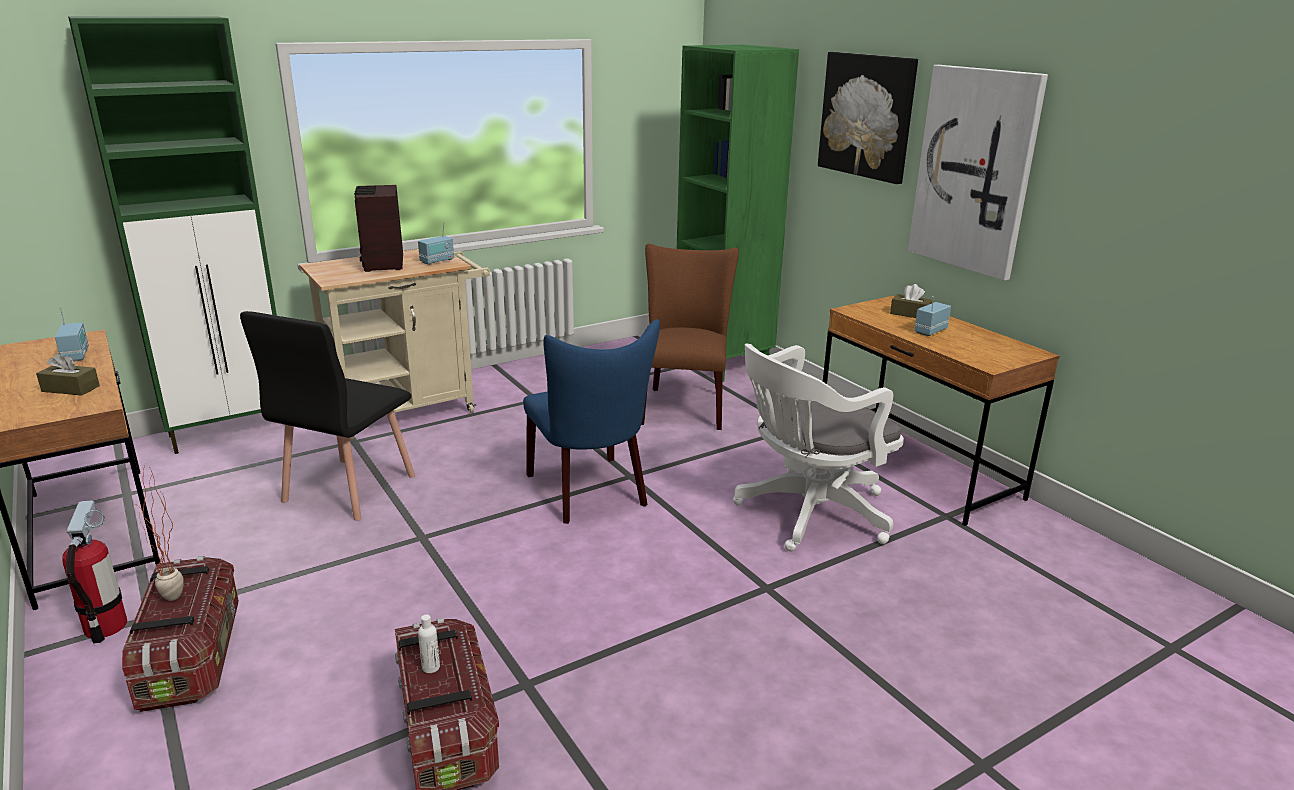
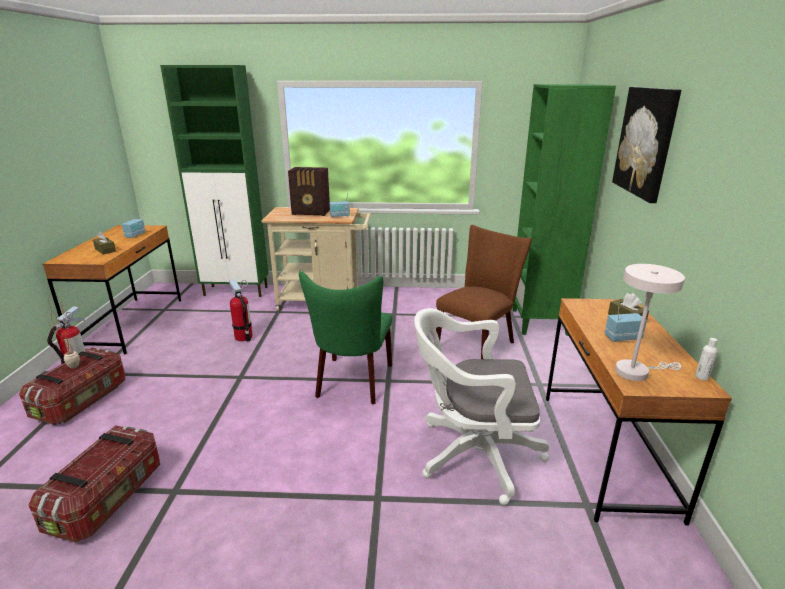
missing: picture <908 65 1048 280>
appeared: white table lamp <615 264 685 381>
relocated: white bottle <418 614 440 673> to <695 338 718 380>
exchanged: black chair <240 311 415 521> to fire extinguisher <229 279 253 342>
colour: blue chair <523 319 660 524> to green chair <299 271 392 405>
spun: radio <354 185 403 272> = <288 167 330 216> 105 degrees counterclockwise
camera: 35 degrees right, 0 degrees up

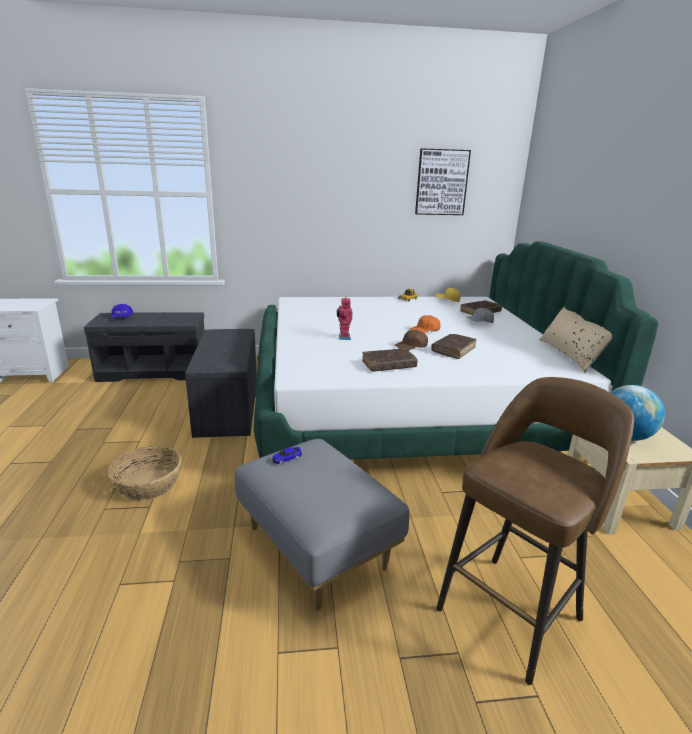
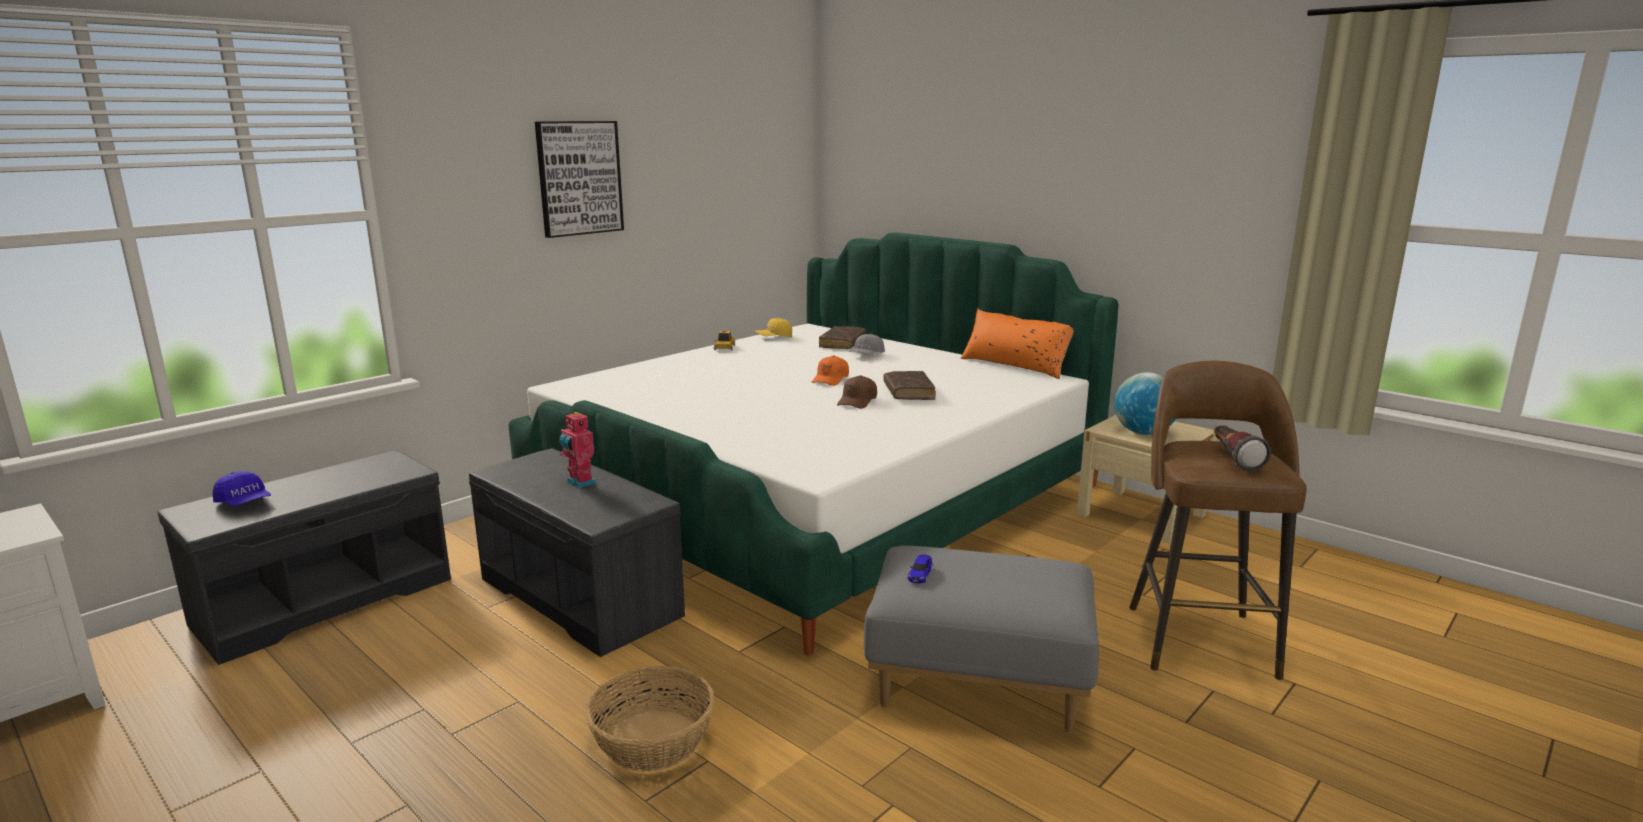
missing: brown book <362 349 418 371>
appeared: flashlight <1214 425 1271 472>
relocated: toy robot <336 297 353 340> to <559 411 596 488>; picture <415 148 471 215> to <535 121 624 238>
colour: beige pillow <539 307 612 373> to orange pillow <960 309 1074 379>
camera: 40 degrees left, 5 degrees down

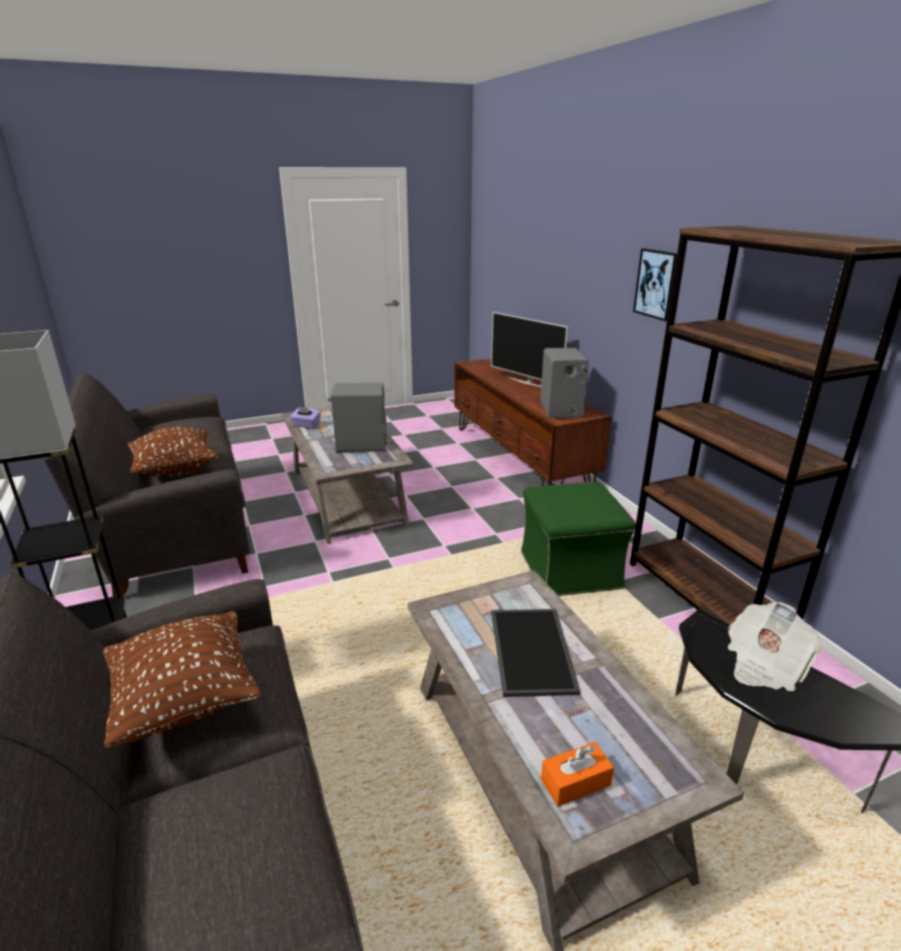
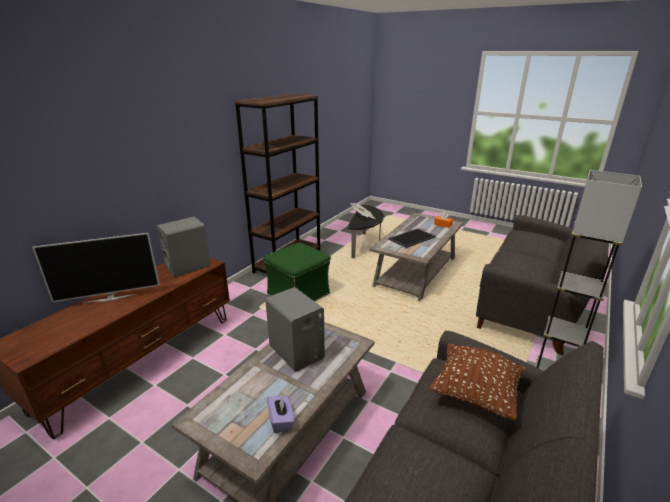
missing: brown pillow <103 611 261 748>; picture <633 248 677 321>
spun: television <491 312 568 387> = <32 233 160 303> 60 degrees clockwise
camera: 125 degrees left, 0 degrees up

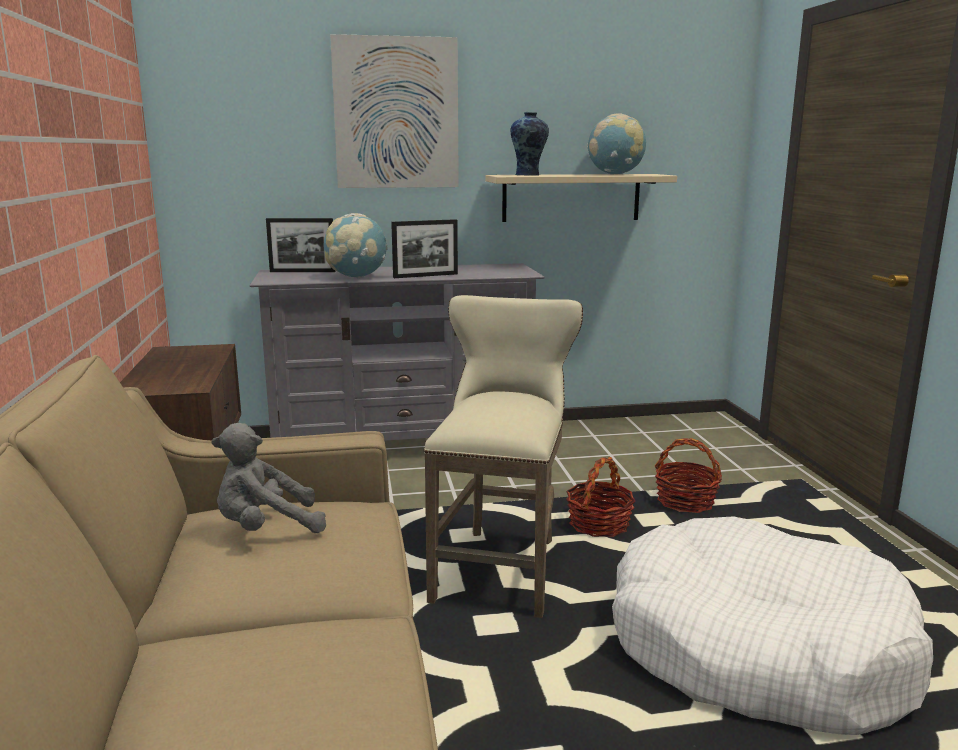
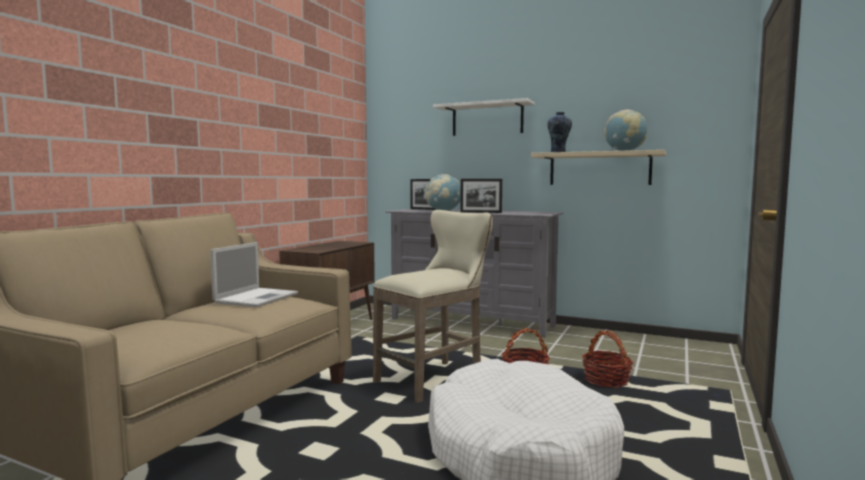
exchanged: grey plush toy <211 423 326 533> to laptop <210 242 298 308>; picture <330 34 459 188> to white shelf <433 98 535 136>
camera: 35 degrees right, 10 degrees down

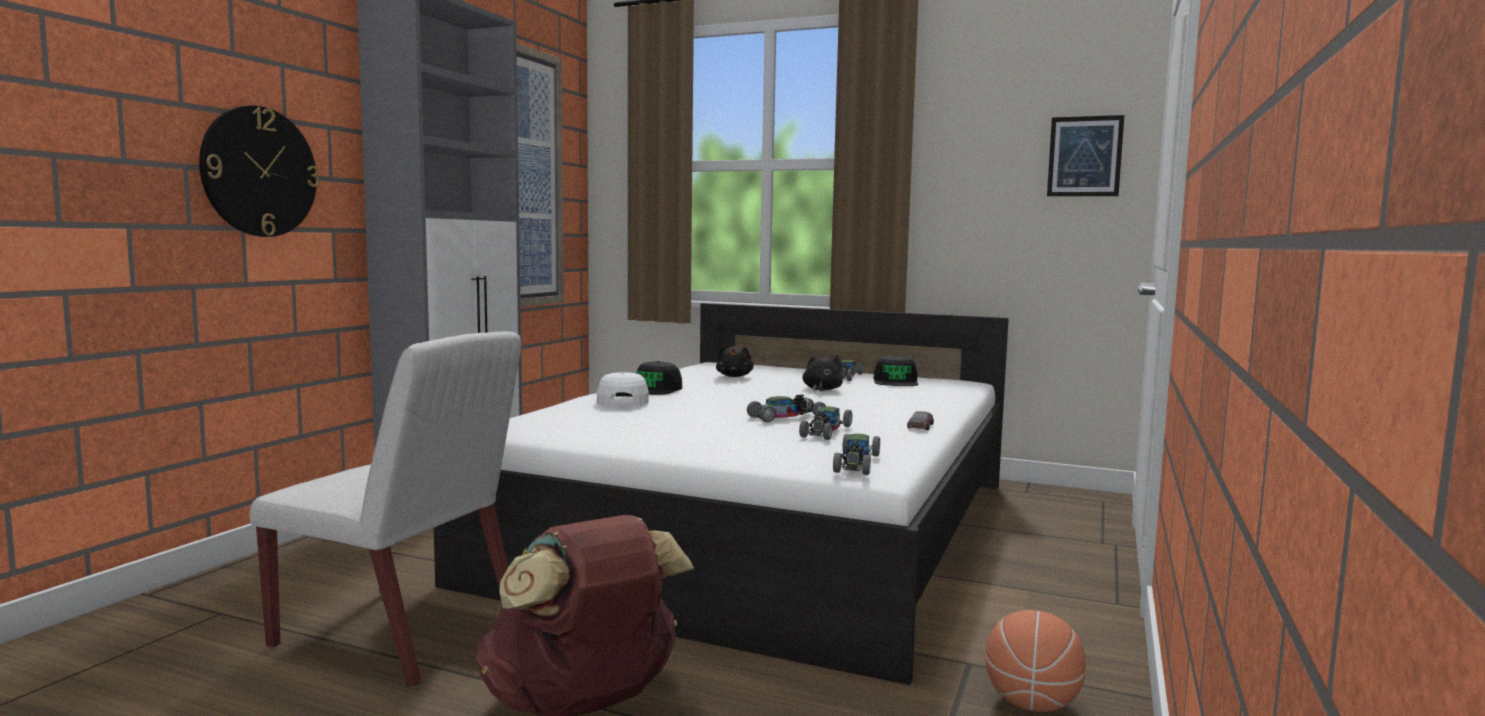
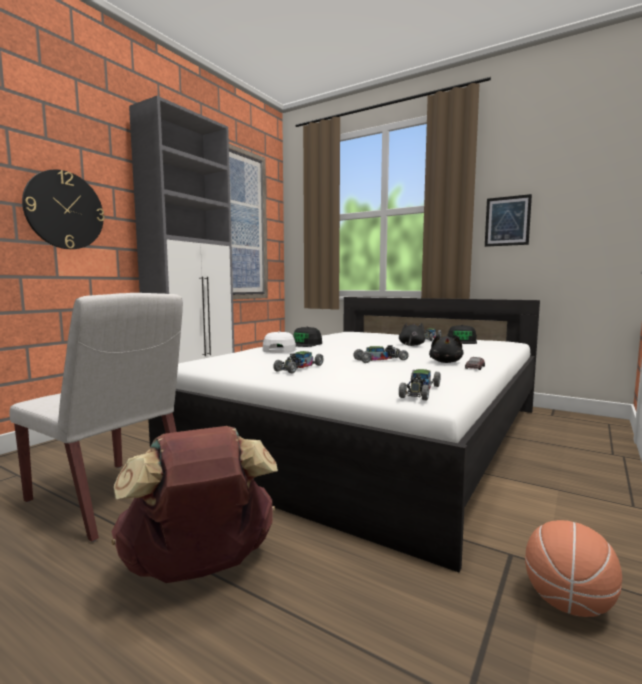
relocated: black plush toy <716 345 754 377> to <429 335 463 363>; toy car <799 406 852 440> to <273 351 324 373>; picture <1047 115 1124 196> to <485 194 532 247>
camera: 10 degrees right, 0 degrees up

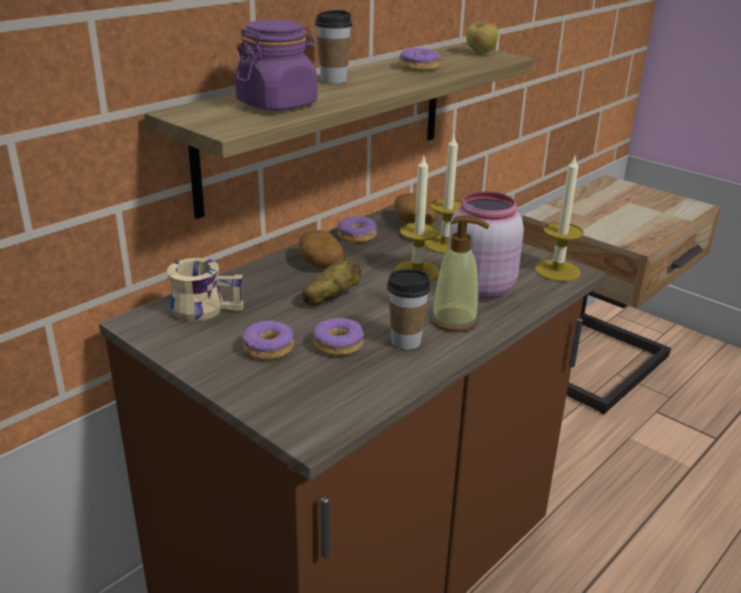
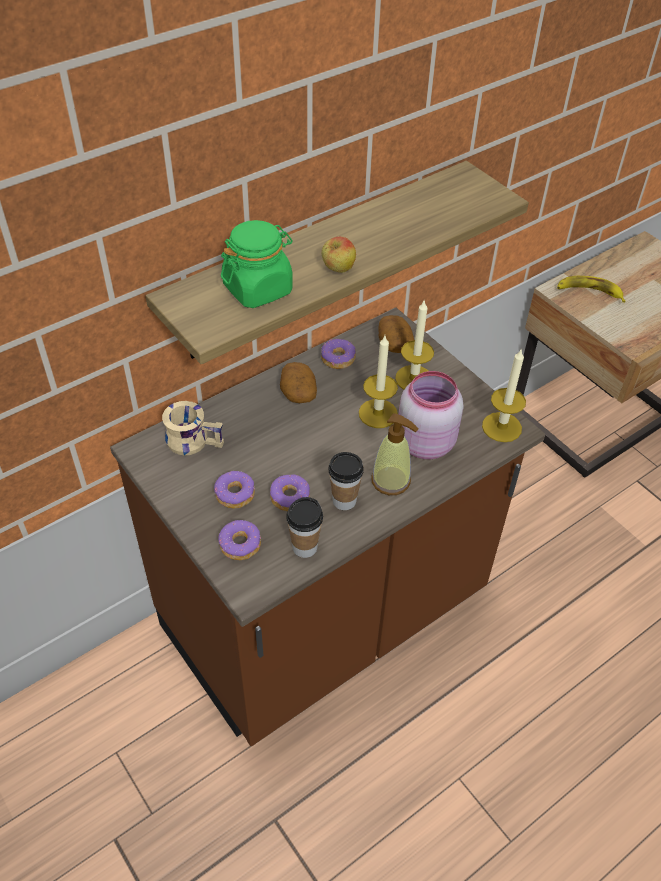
missing: potato <302 259 361 305>
appeared: banana <557 276 626 303>
relocated: cup <315 10 352 84> to <286 497 323 558>; donut <399 48 441 71> to <218 520 261 560>; apple <466 20 498 54> to <321 237 356 273>
colour: purple jar <235 19 318 110> to green jar <221 220 293 308>
camera: 10 degrees right, 20 degrees up

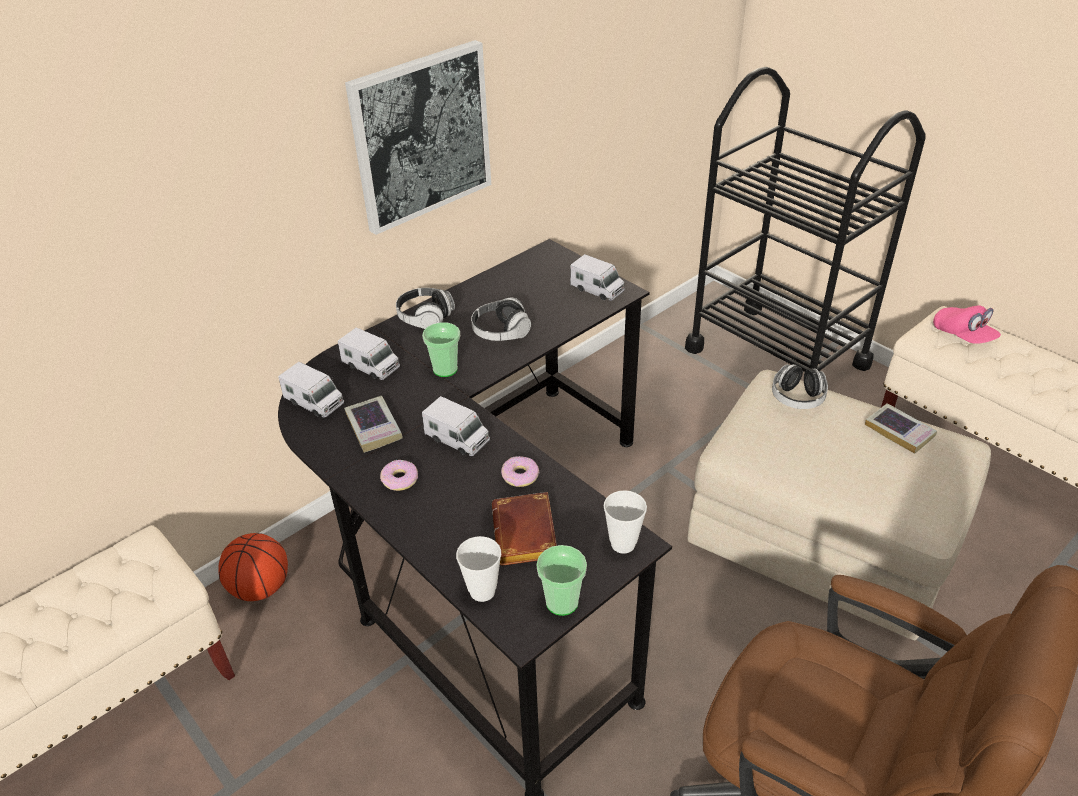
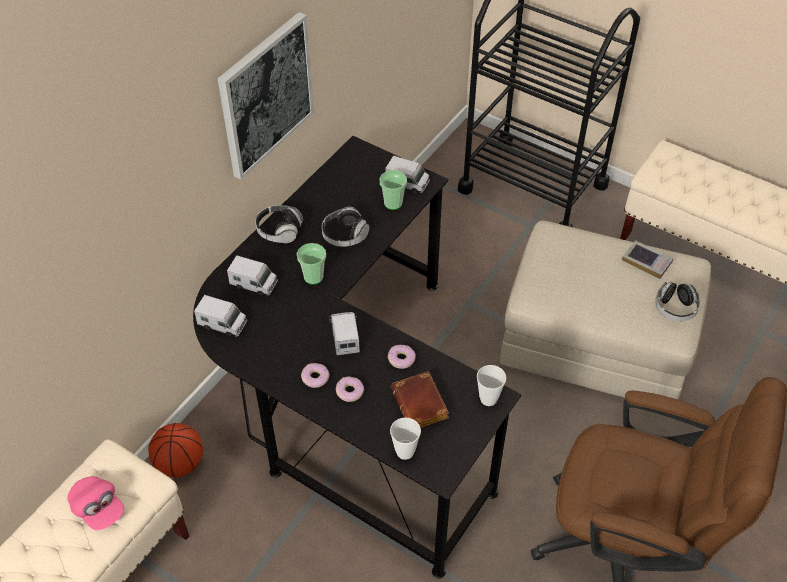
missing: book <344 396 403 453>
appeared: donut <336 377 364 402>
relocated: cup <537 545 587 616> to <380 170 407 210>; headphones <772 364 828 409> to <655 282 700 321>; pink cap <933 305 1001 344> to <67 476 124 530>
spun: toy truck <422 396 490 456> = <329 312 360 355> 120 degrees counterclockwise
camera: 15 degrees left, 10 degrees up

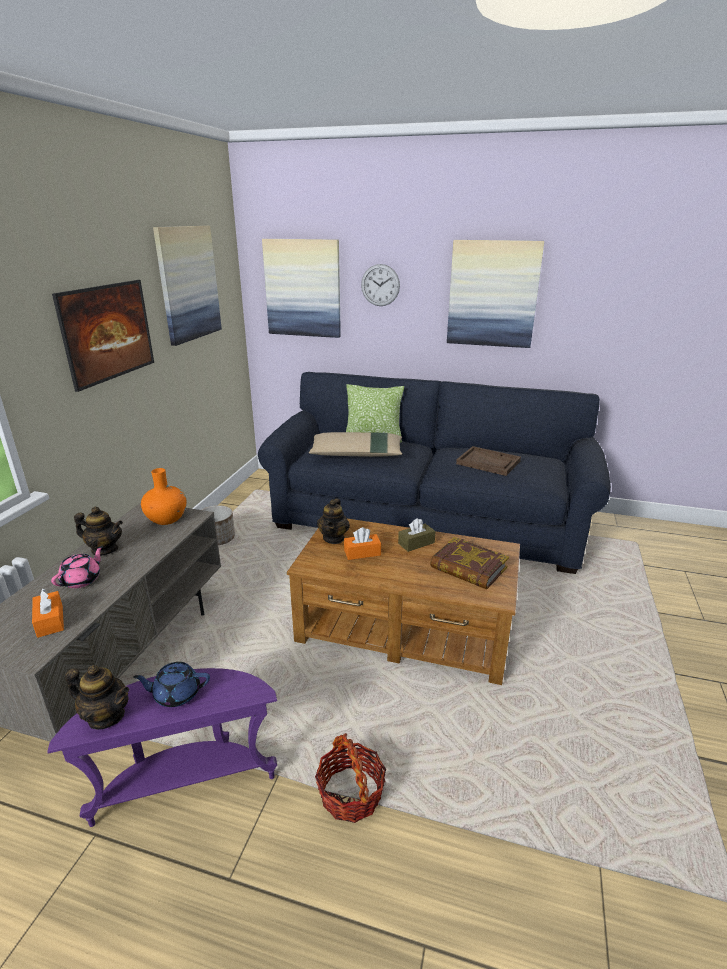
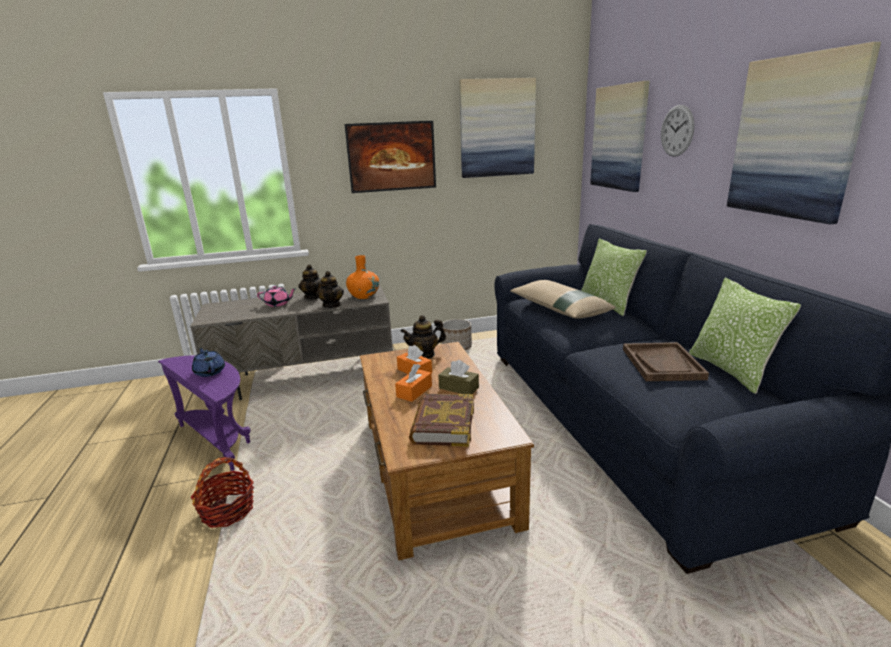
appeared: pillow <689 278 801 394>
relocated: orange tissue box <32 589 64 638> to <395 364 432 402>; teapot <65 665 129 730> to <316 271 344 308>
camera: 60 degrees right, 5 degrees down

